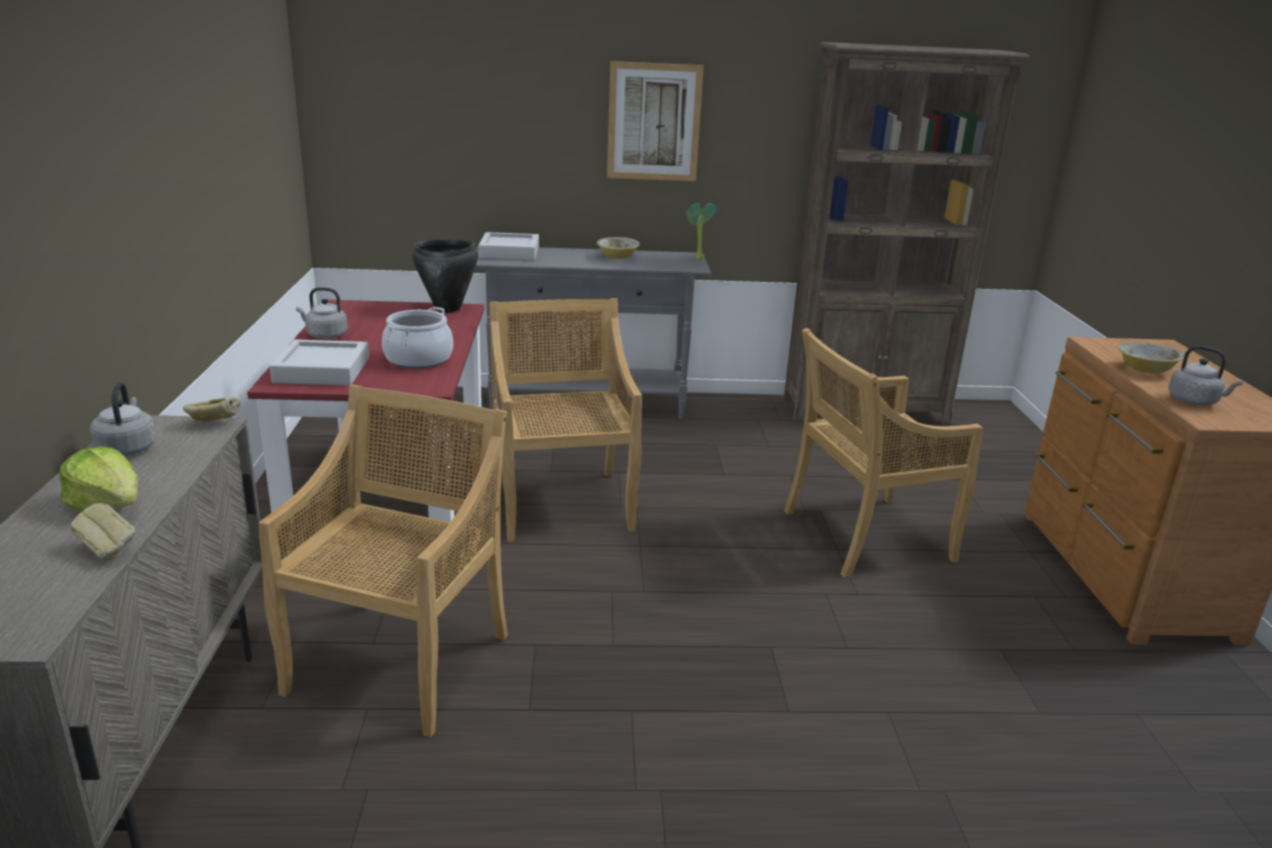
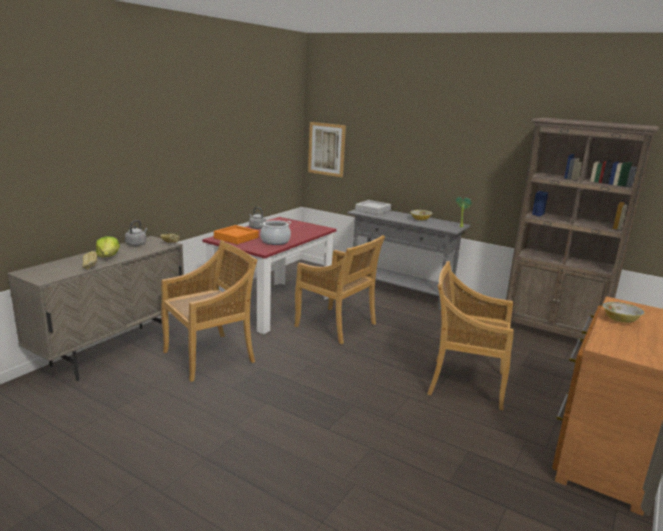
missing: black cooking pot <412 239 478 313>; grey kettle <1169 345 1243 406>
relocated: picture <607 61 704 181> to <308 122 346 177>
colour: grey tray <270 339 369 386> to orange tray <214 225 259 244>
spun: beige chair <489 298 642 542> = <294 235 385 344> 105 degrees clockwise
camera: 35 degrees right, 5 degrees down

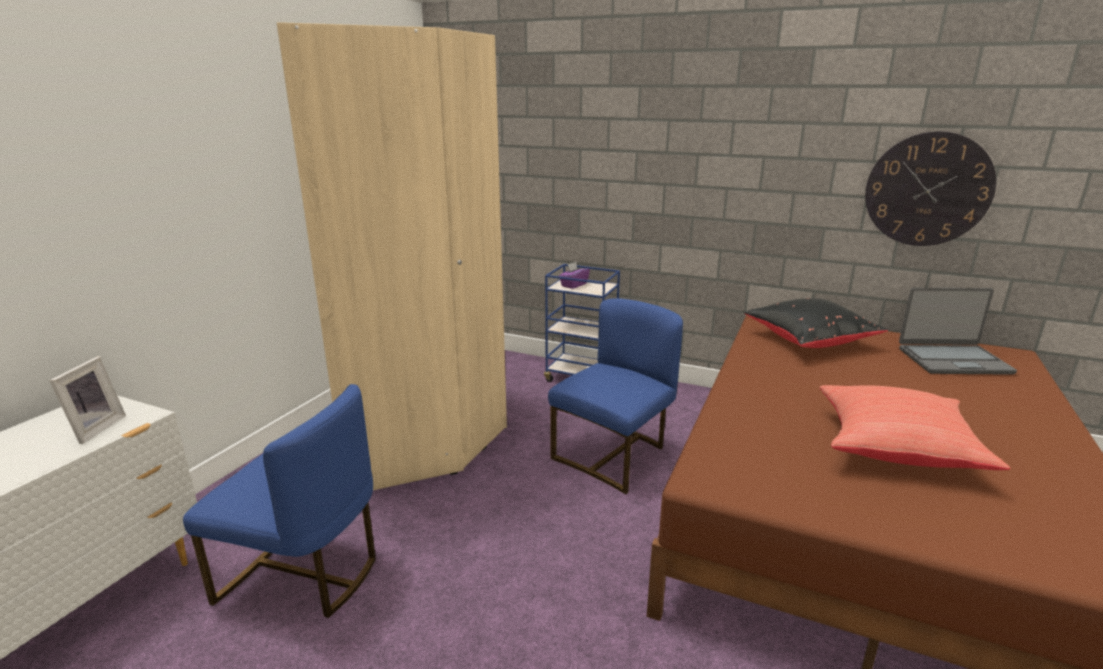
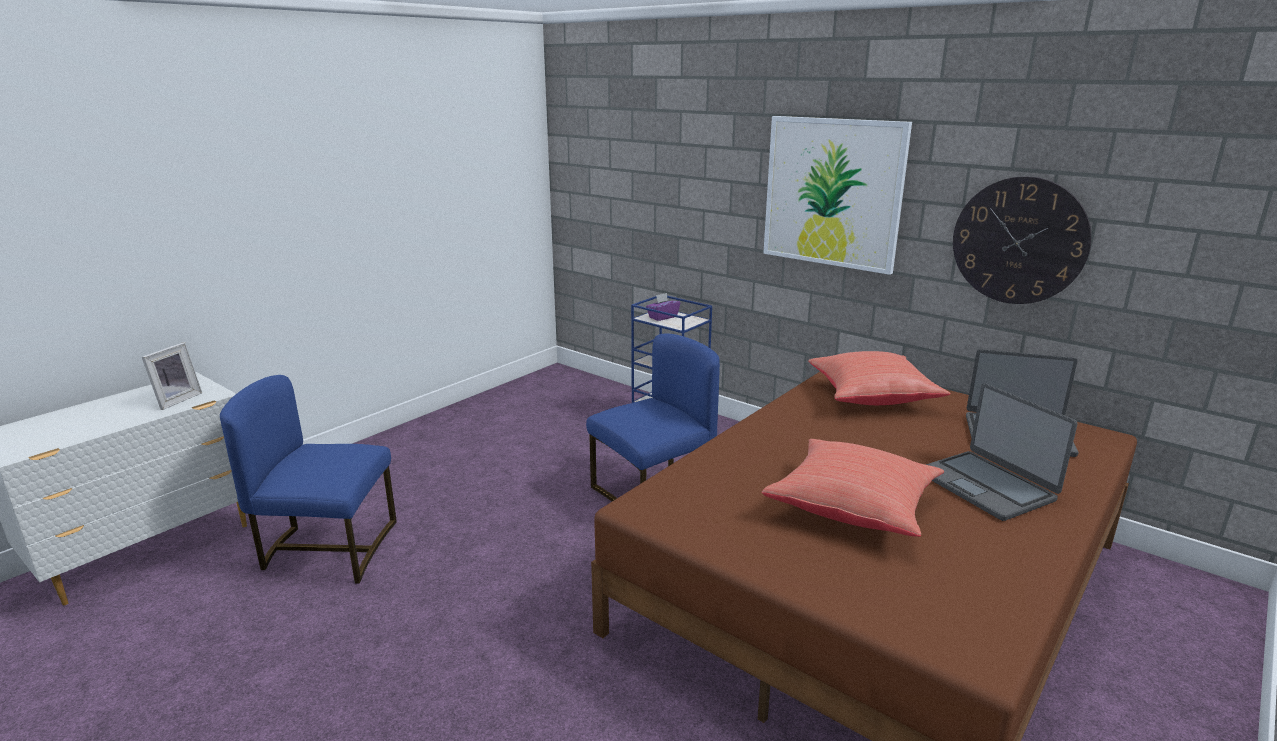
missing: beige wardrobe <277 22 507 490>
appeared: picture <763 116 912 275>; laptop <926 383 1078 521>
colour: black pillow <744 298 888 348> to red pillow <808 351 950 405>
spun: blue chair <183 384 376 618> = <220 375 397 584> 150 degrees clockwise
camera: 15 degrees right, 0 degrees up

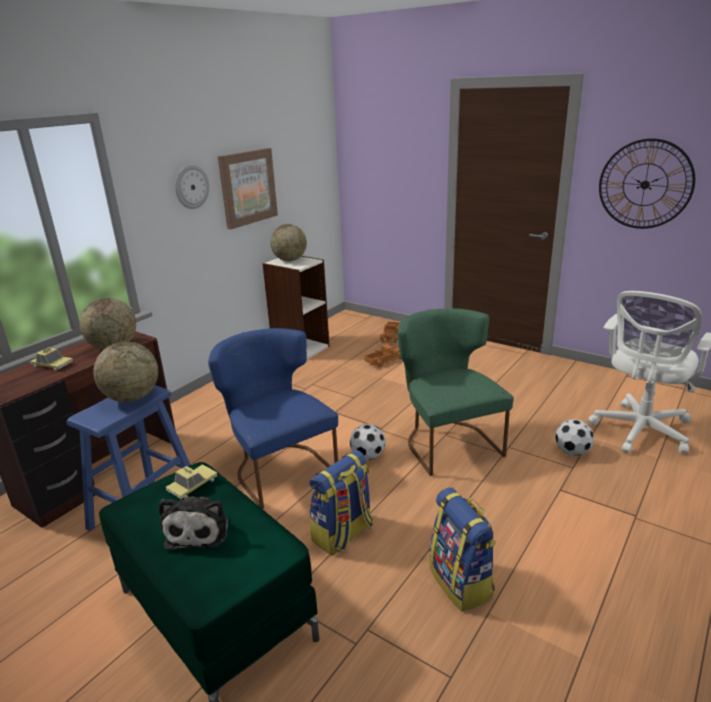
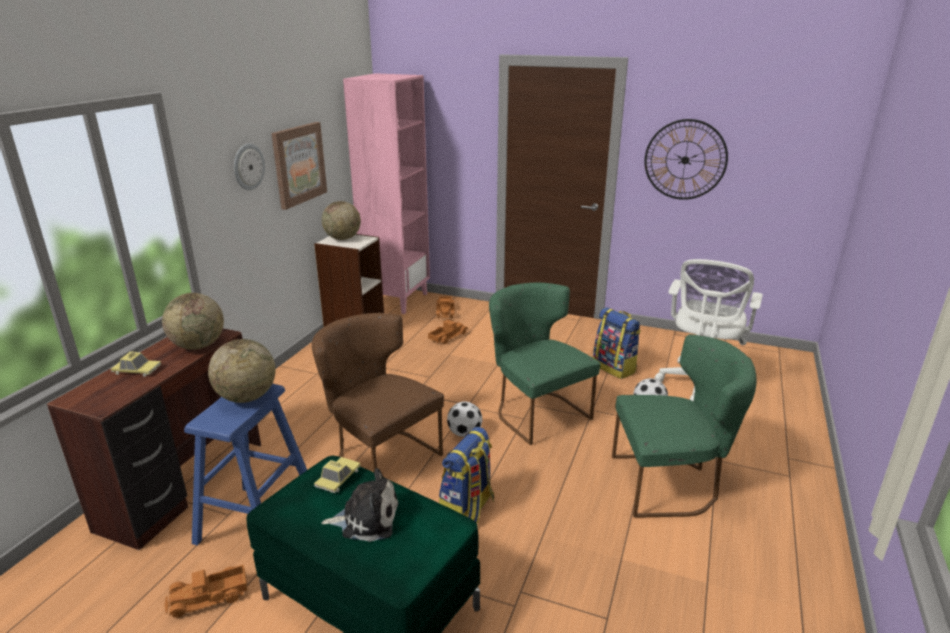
appeared: toy truck <165 565 248 618>; pink bookcase <343 73 430 314>; green chair <612 334 757 518>
relocated: backpack <429 488 496 612> to <593 307 641 379>
colour: blue chair <208 328 338 509> to brown chair <312 313 444 472>
spun: plush toy <158 497 228 550> = <321 468 398 542> 75 degrees counterclockwise
camera: 15 degrees left, 0 degrees up

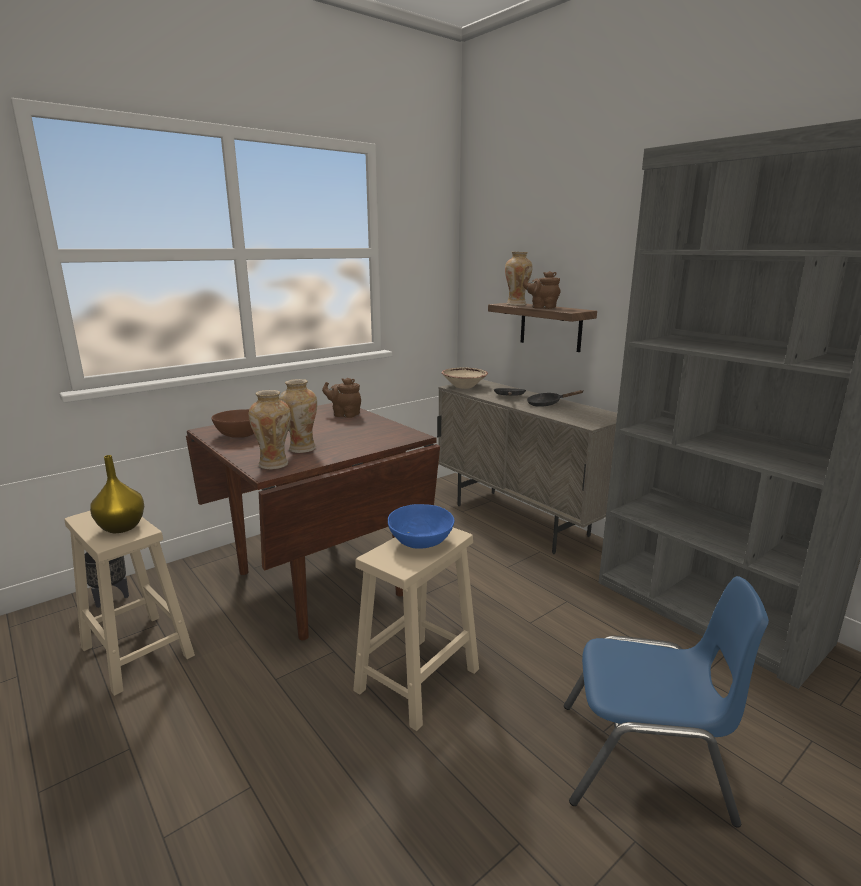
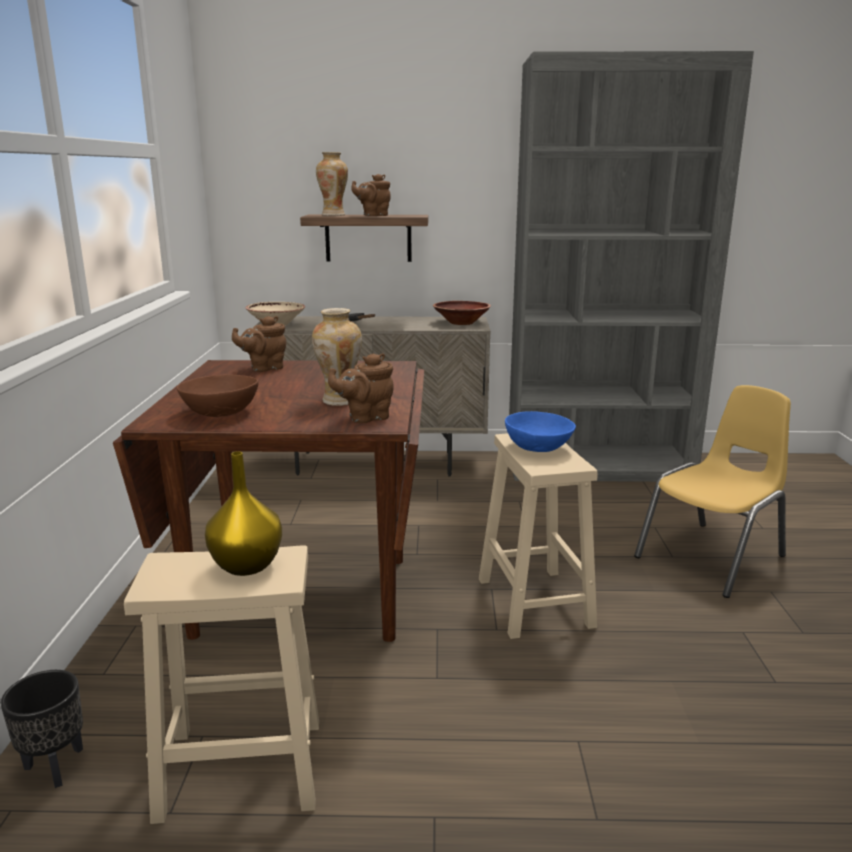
missing: black frying pan <527 390 583 407>
appeared: brown bowl <433 301 491 325>
exchanged: vase <249 390 291 469> to brown teapot <328 353 394 423>
colour: blue chair <564 576 769 828> to yellow chair <634 385 791 598>
camera: 50 degrees left, 0 degrees up

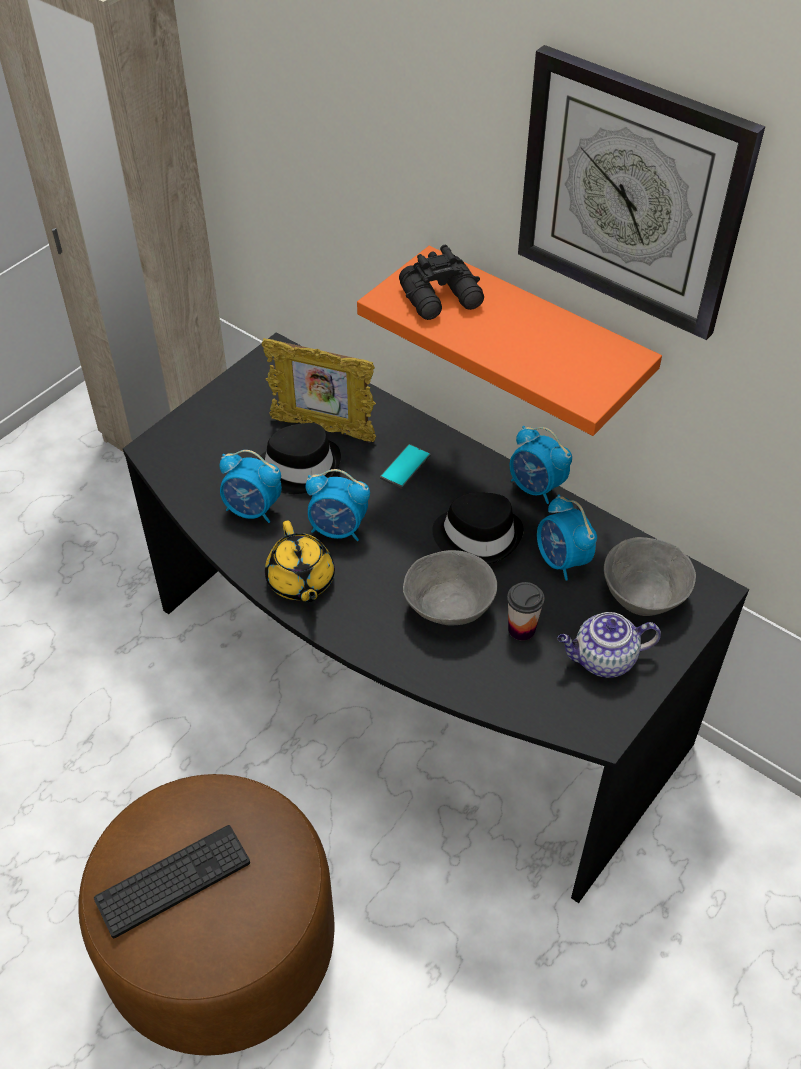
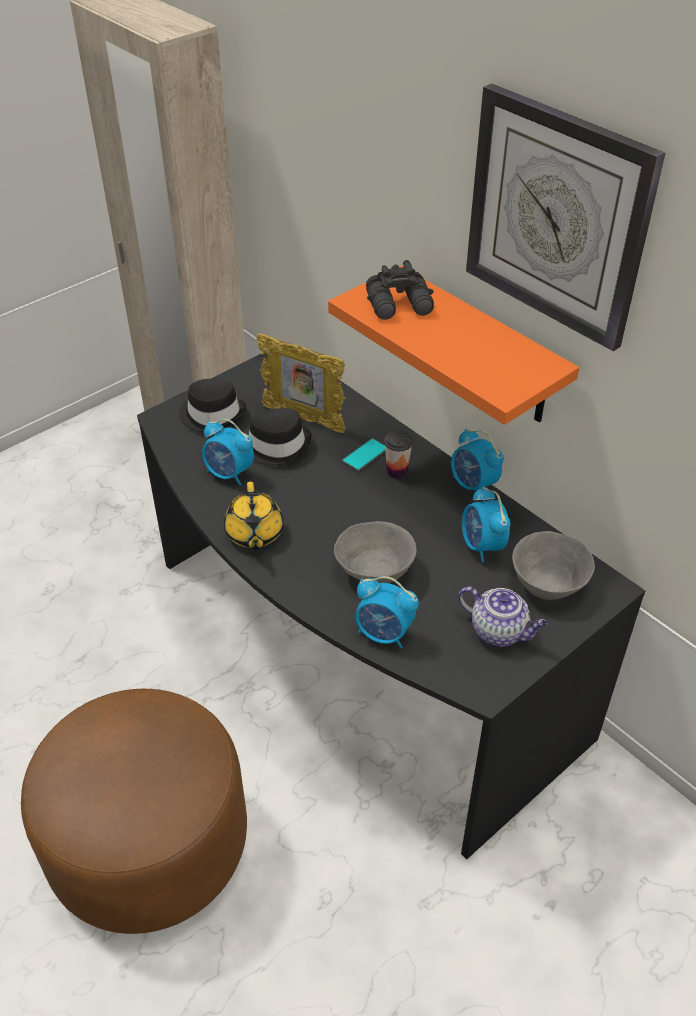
missing: keyboard <94 825 250 938>
relocated: alarm clock <306 469 370 541> to <356 576 419 648>; black hat <432 493 524 565> to <179 379 246 432>; cup <507 582 545 641> to <384 430 413 479>
spun: teapot <557 612 661 678> = <458 586 548 646> 150 degrees counterclockwise
camera: 10 degrees right, 5 degrees down

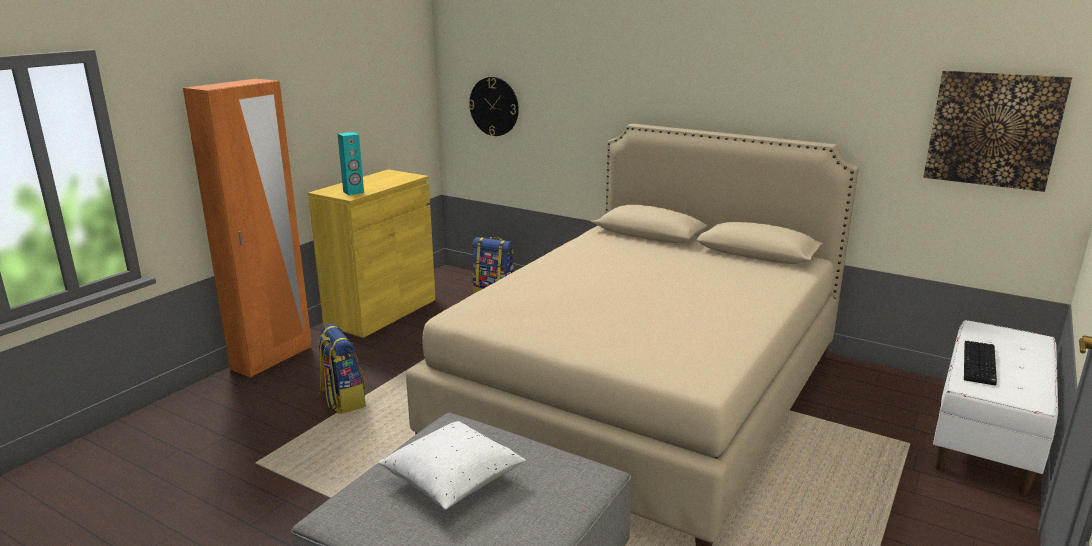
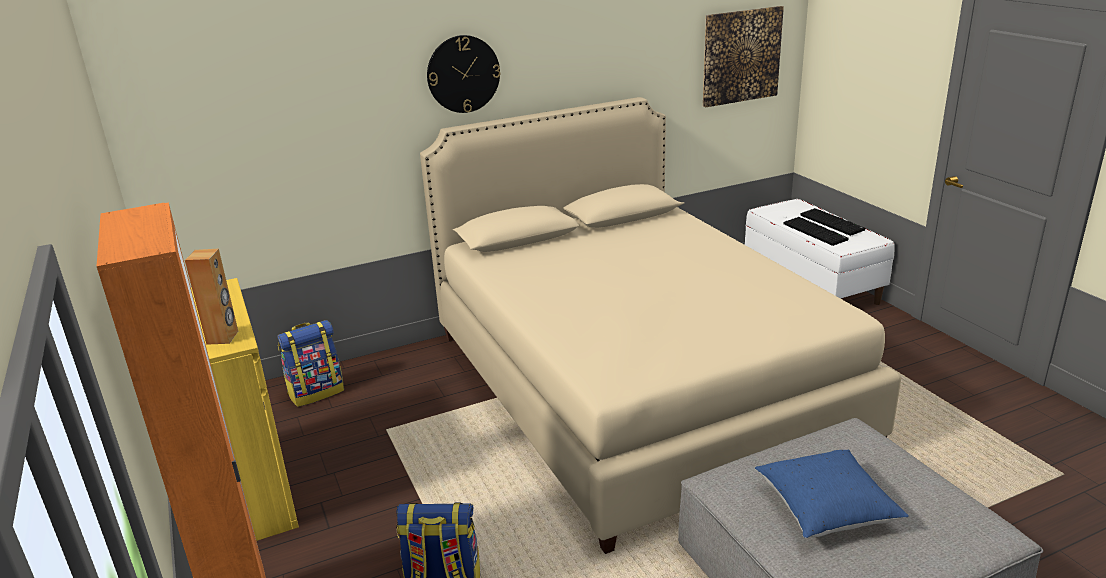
appeared: keyboard <800 208 865 236>
relocated: wall clock <469 77 519 136> to <427 35 500 113>
colour: turquoise speaker <338 132 364 195> to brown speaker <185 249 238 345>; white pillow <379 421 526 510> to blue pillow <755 450 909 538>
camera: 55 degrees left, 5 degrees up

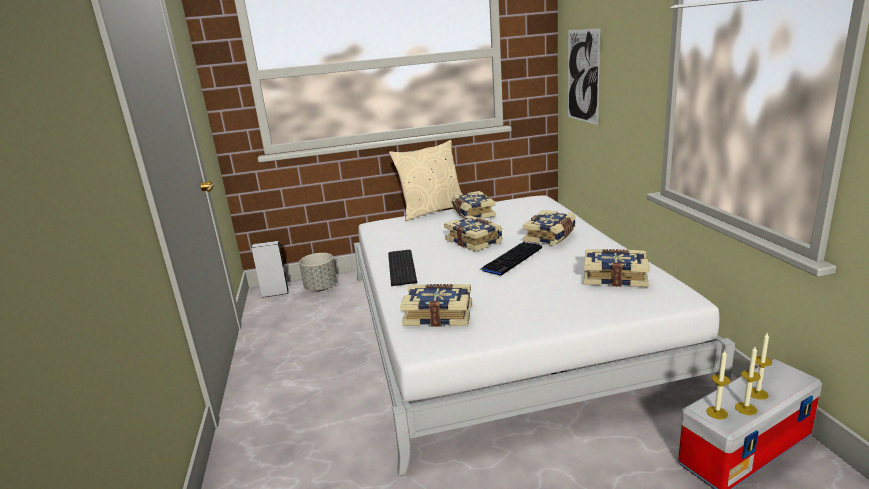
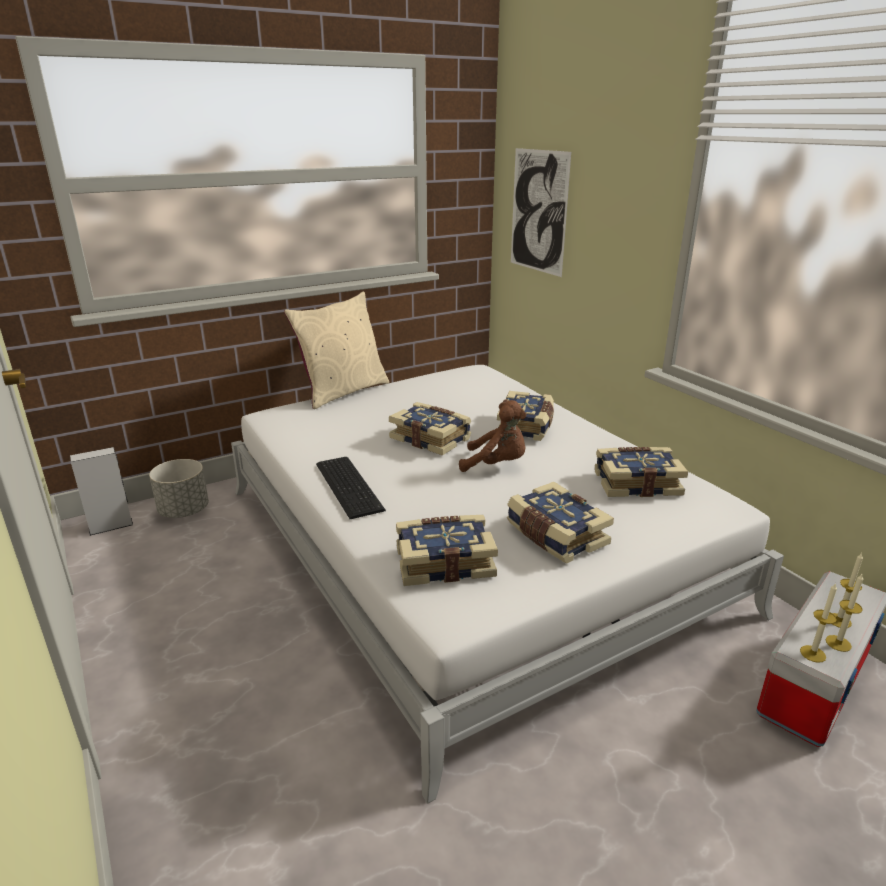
relocated: book <452 191 496 219> to <507 482 614 564>
exchanged: keyboard <479 242 542 276> to brown plush toy <459 400 527 472>
camera: 20 degrees left, 5 degrees up

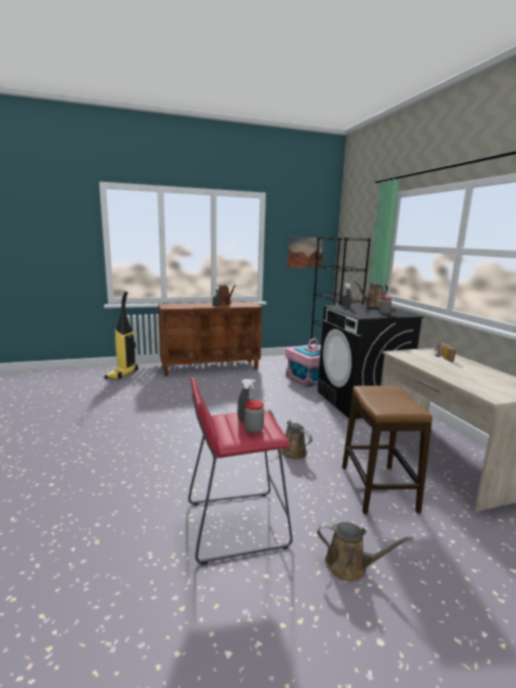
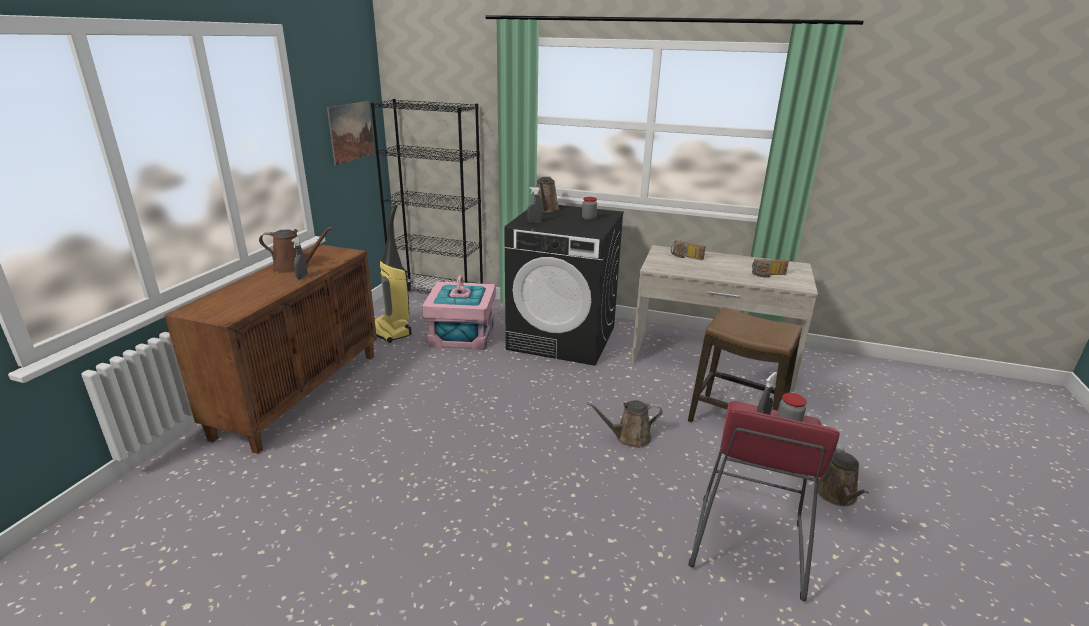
appeared: radio <752 259 789 278>
relocated: vacuum cleaner <104 291 138 380> to <375 204 412 343>
spun: brown watering can <317 522 413 582> = <817 445 869 506> 135 degrees clockwise
camera: 55 degrees left, 10 degrees up

